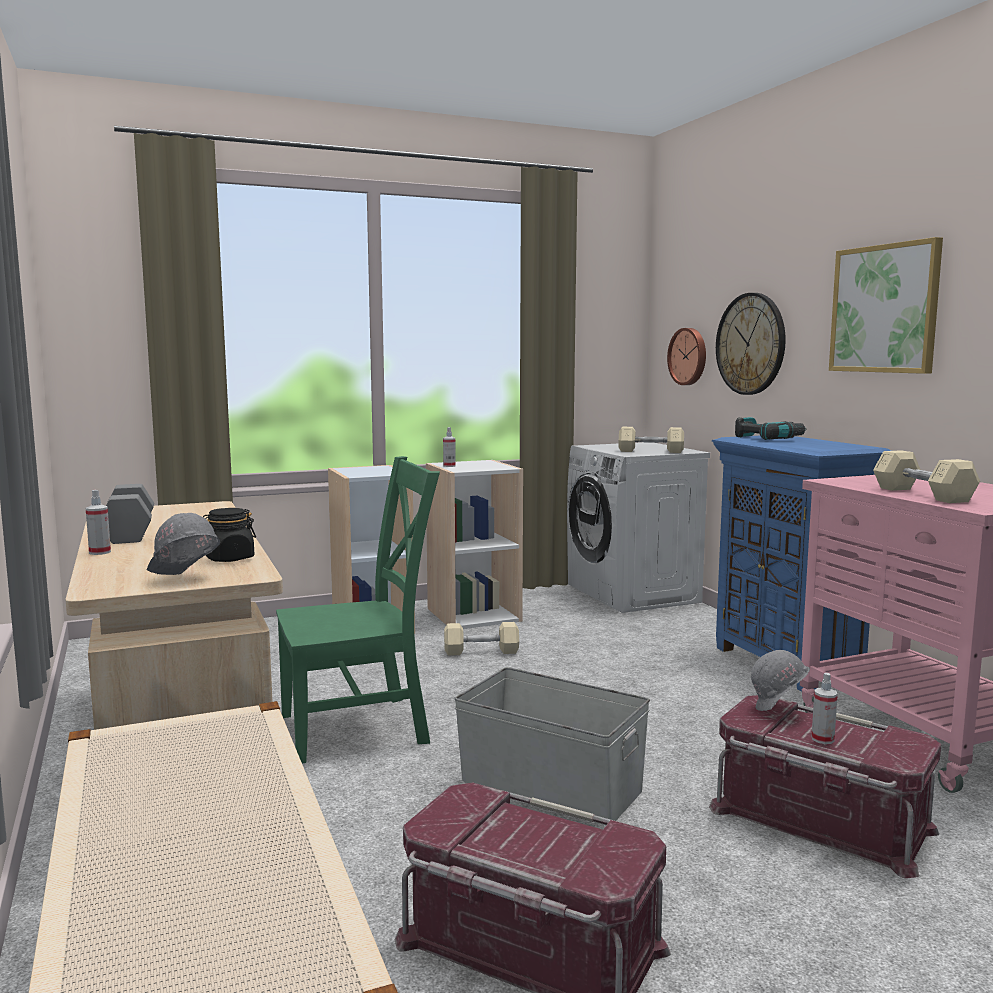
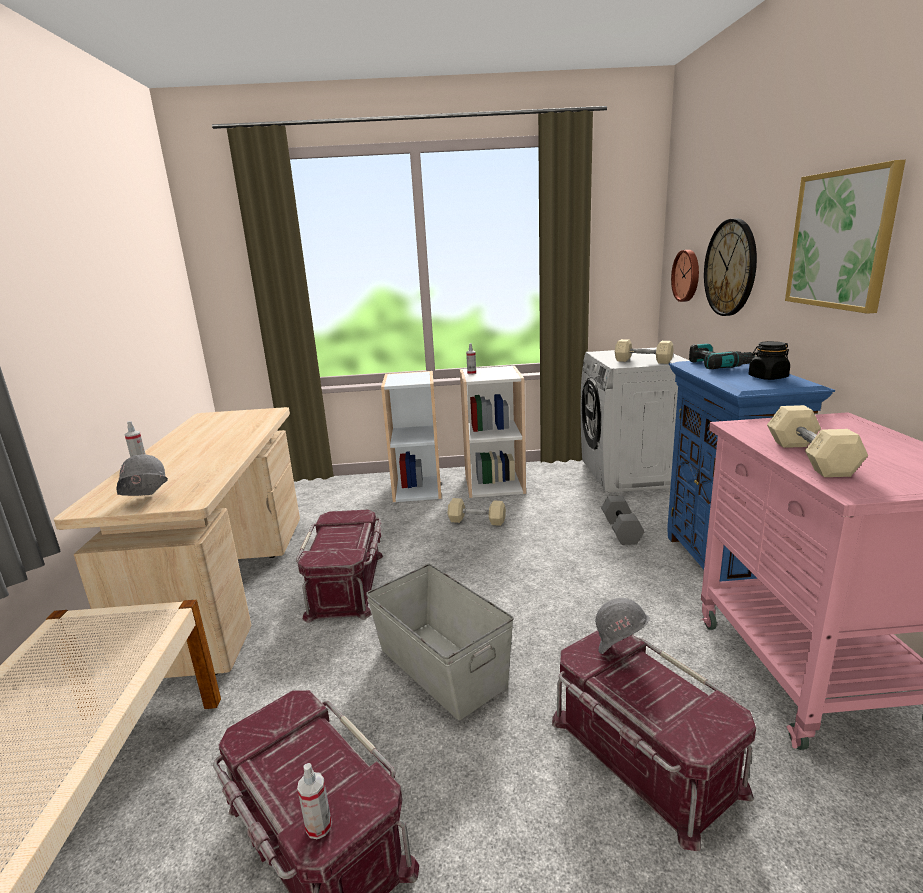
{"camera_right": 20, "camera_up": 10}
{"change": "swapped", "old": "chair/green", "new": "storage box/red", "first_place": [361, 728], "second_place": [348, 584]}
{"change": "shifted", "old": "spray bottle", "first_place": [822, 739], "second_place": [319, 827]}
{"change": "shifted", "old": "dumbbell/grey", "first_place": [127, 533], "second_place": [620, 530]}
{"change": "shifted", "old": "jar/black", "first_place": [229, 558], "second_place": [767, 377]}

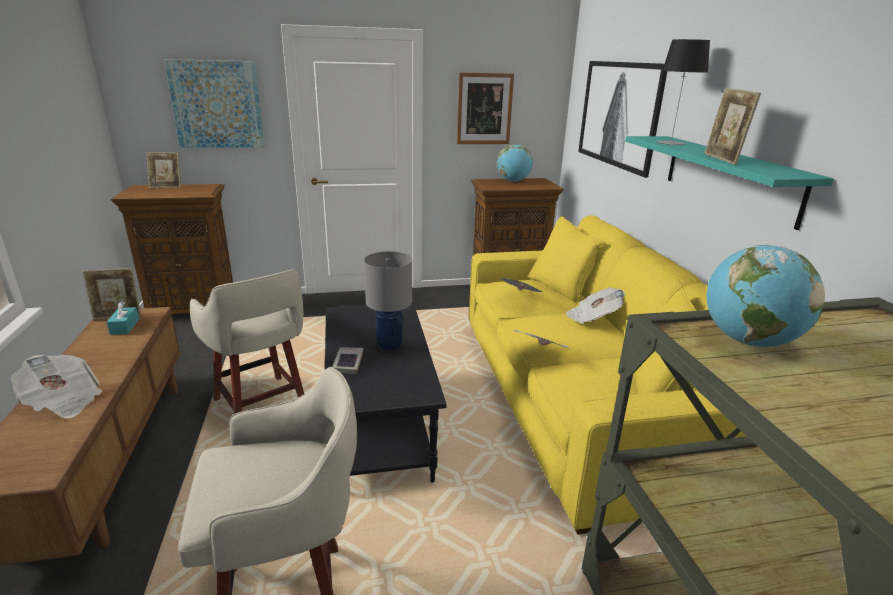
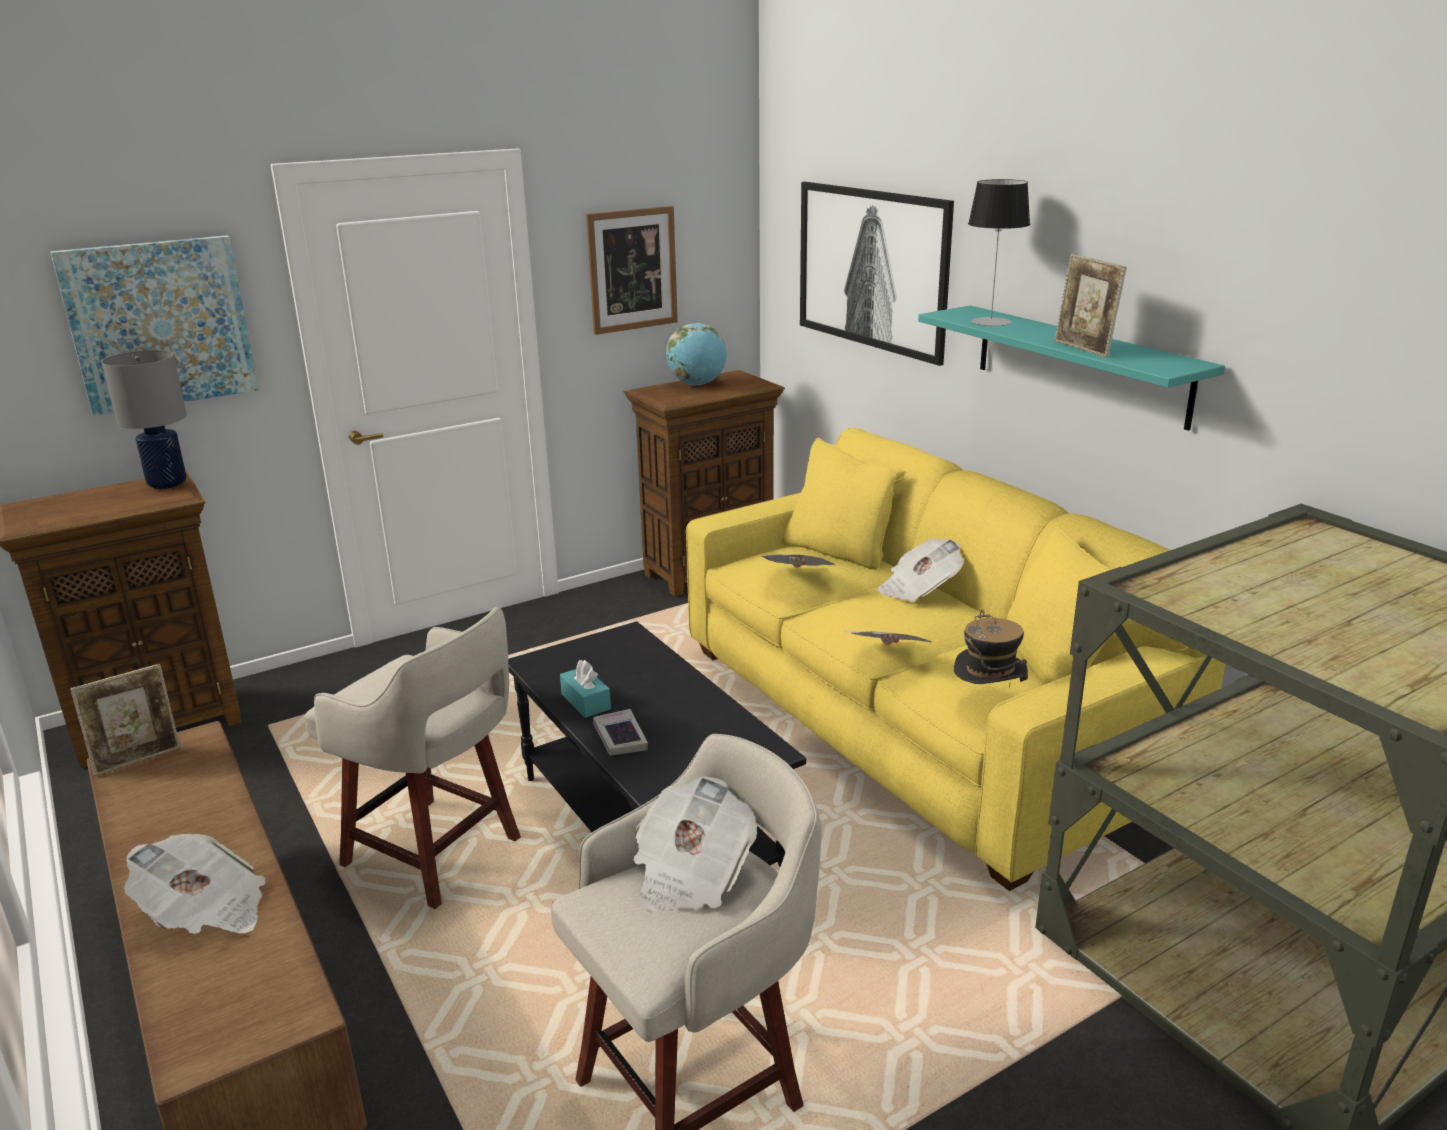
{"camera_right": -20, "camera_up": 0}
{"change": "shifted", "old": "table lamp/grey", "first_place": [390, 346], "second_place": [168, 485]}
{"change": "shifted", "old": "tissue box/turquoise", "first_place": [125, 326], "second_place": [586, 701]}
{"change": "new", "new": "newspaper", "second_place": [690, 874]}
{"change": "new", "new": "hat", "second_place": [987, 701]}
{"change": "gone", "old": "picture frame", "first_place": [167, 186]}
{"change": "gone", "old": "globe", "first_place": [748, 341]}

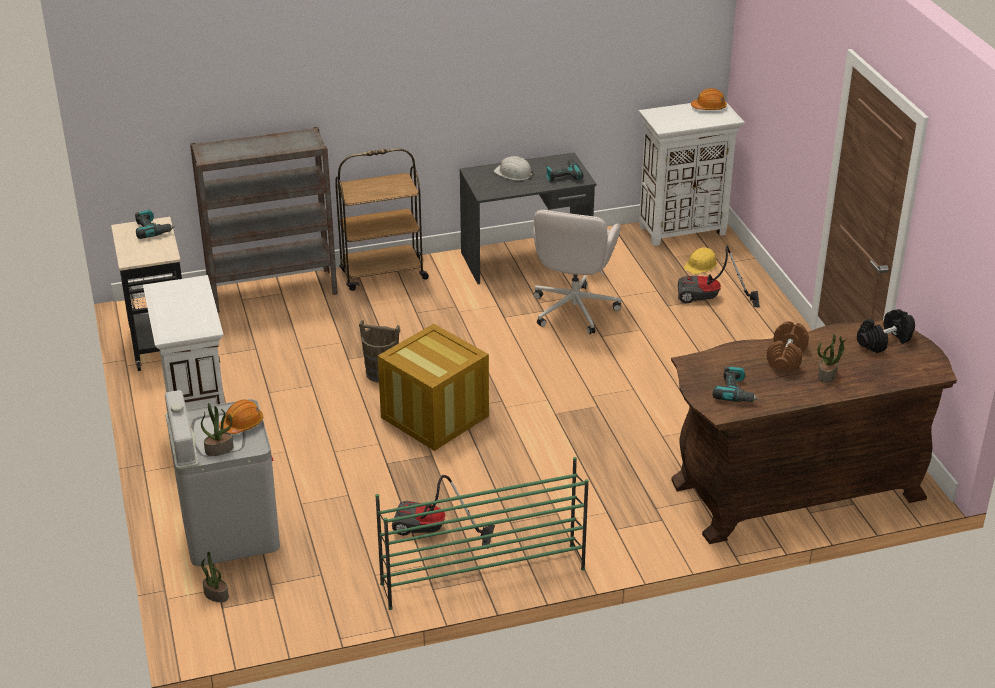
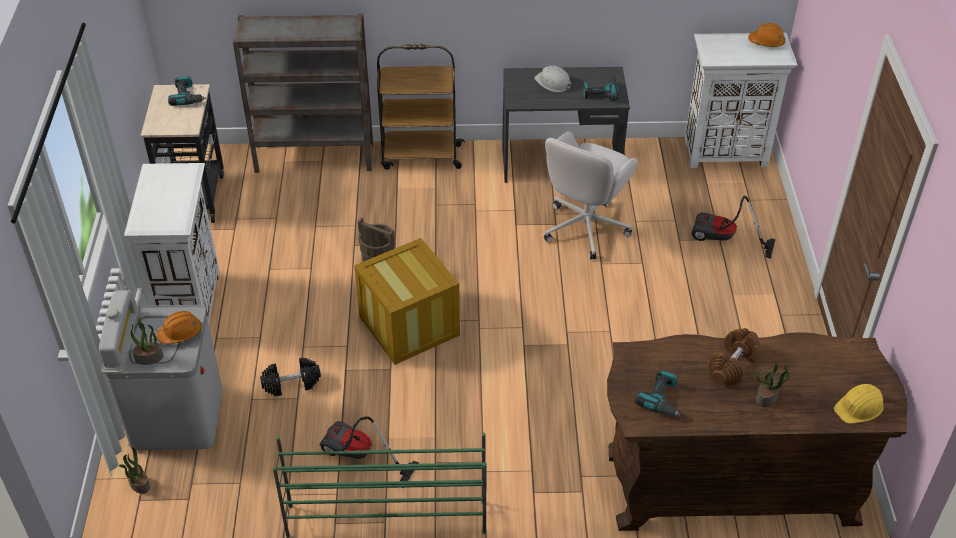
{"camera_right": 15, "camera_up": 10}
{"change": "shifted", "old": "dumbbell/black", "first_place": [884, 341], "second_place": [291, 383]}
{"change": "shifted", "old": "hard hat/yellow", "first_place": [701, 265], "second_place": [859, 407]}

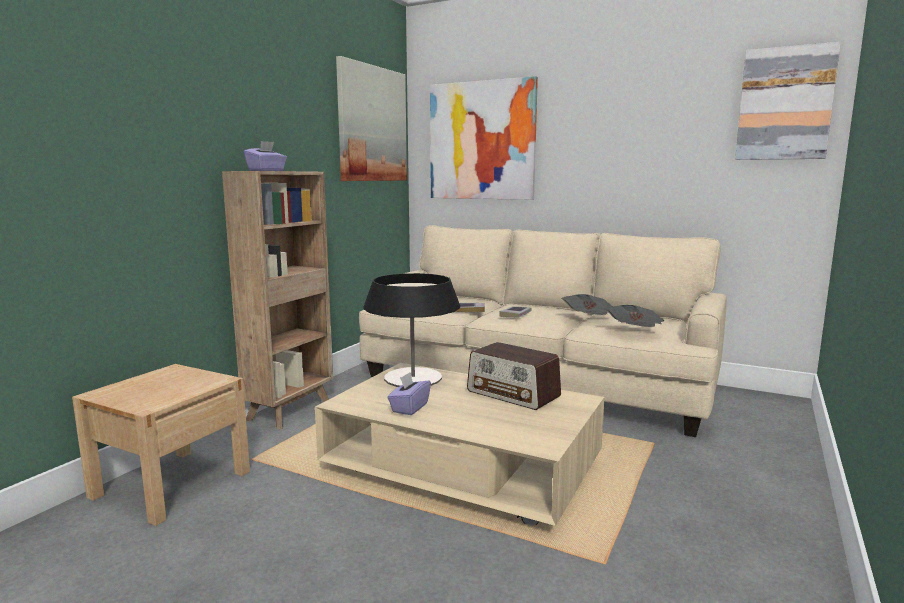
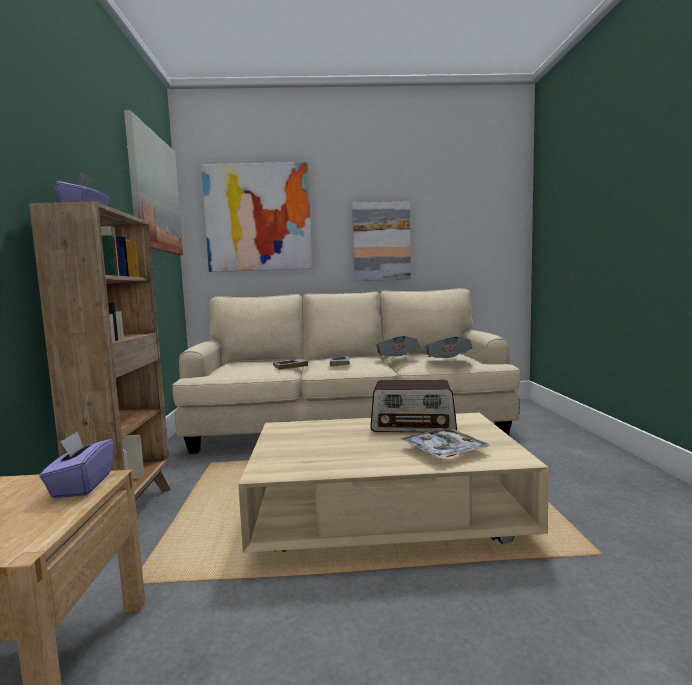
{"camera_right": -30, "camera_up": -5}
{"change": "shifted", "old": "tissue box/purple", "first_place": [409, 408], "second_place": [81, 485]}
{"change": "shifted", "old": "picture", "first_place": [785, 104], "second_place": [381, 242]}
{"change": "new", "new": "tray", "second_place": [444, 451]}
{"change": "gone", "old": "table lamp", "first_place": [413, 378]}

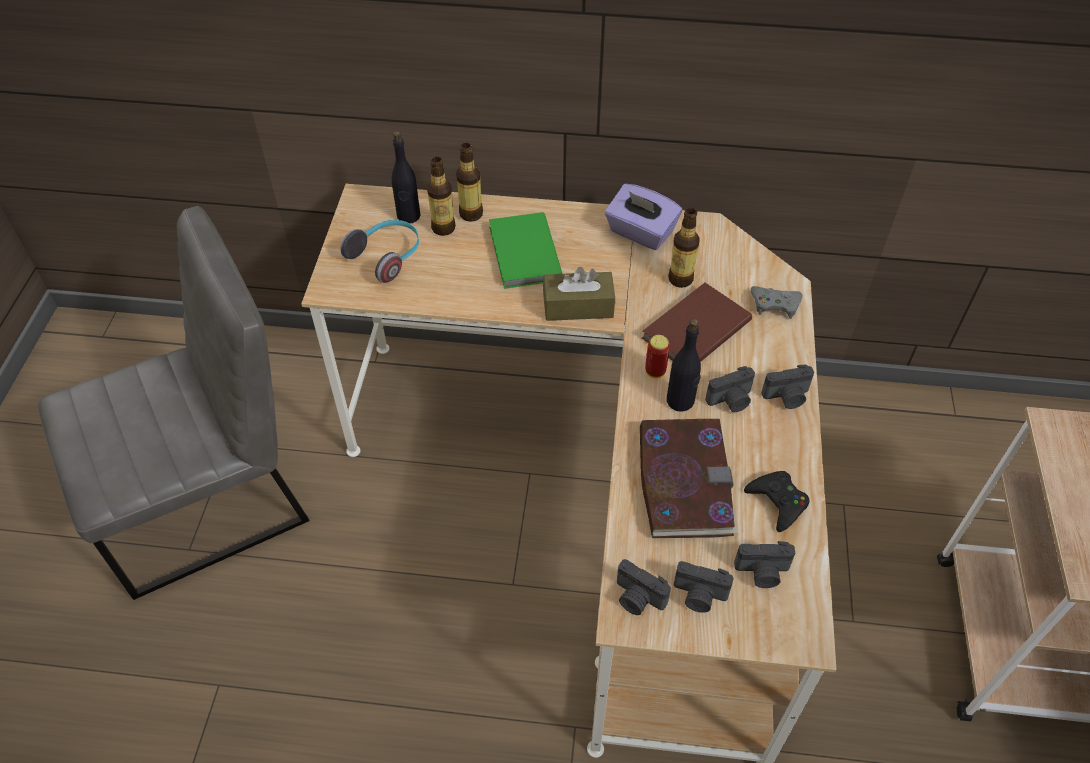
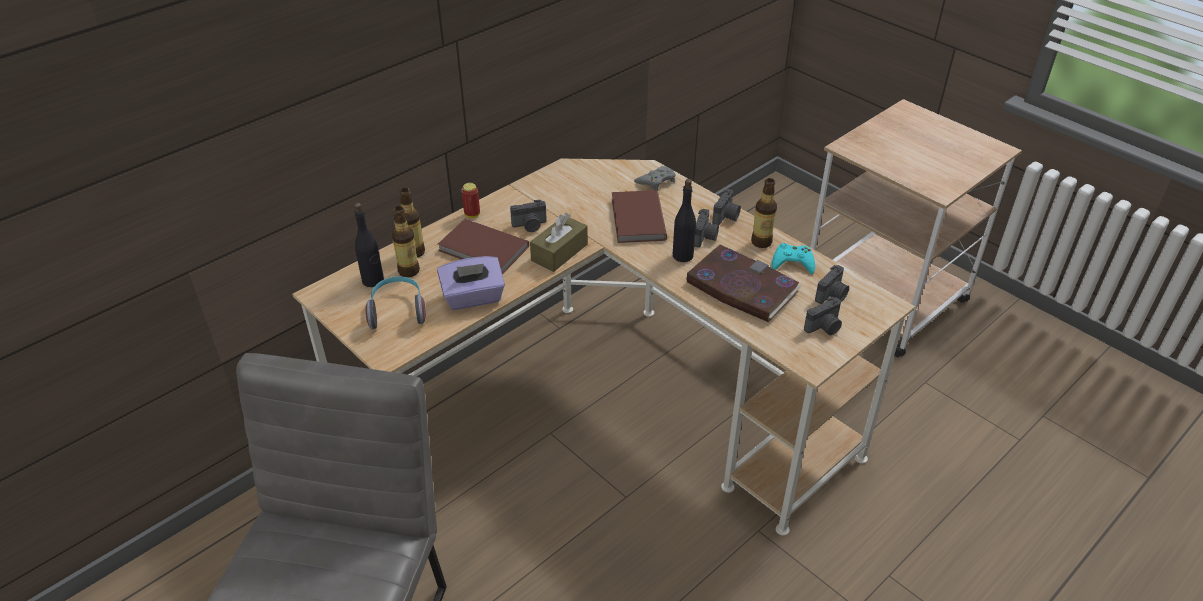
{"camera_right": -50, "camera_up": -10}
{"change": "shifted", "old": "tissue box/purple", "first_place": [640, 233], "second_place": [473, 298]}
{"change": "repainted", "old": "book/green", "new": "book/brown", "first_place": [522, 254], "second_place": [483, 250]}
{"change": "shifted", "old": "can", "first_place": [655, 371], "second_place": [472, 214]}
{"change": "shifted", "old": "photo camera", "first_place": [637, 598], "second_place": [530, 226]}
{"change": "shifted", "old": "bottle", "first_place": [680, 279], "second_place": [761, 242]}
{"change": "repainted", "old": "game controller/black", "new": "game controller/turquoise", "first_place": [777, 502], "second_place": [793, 262]}

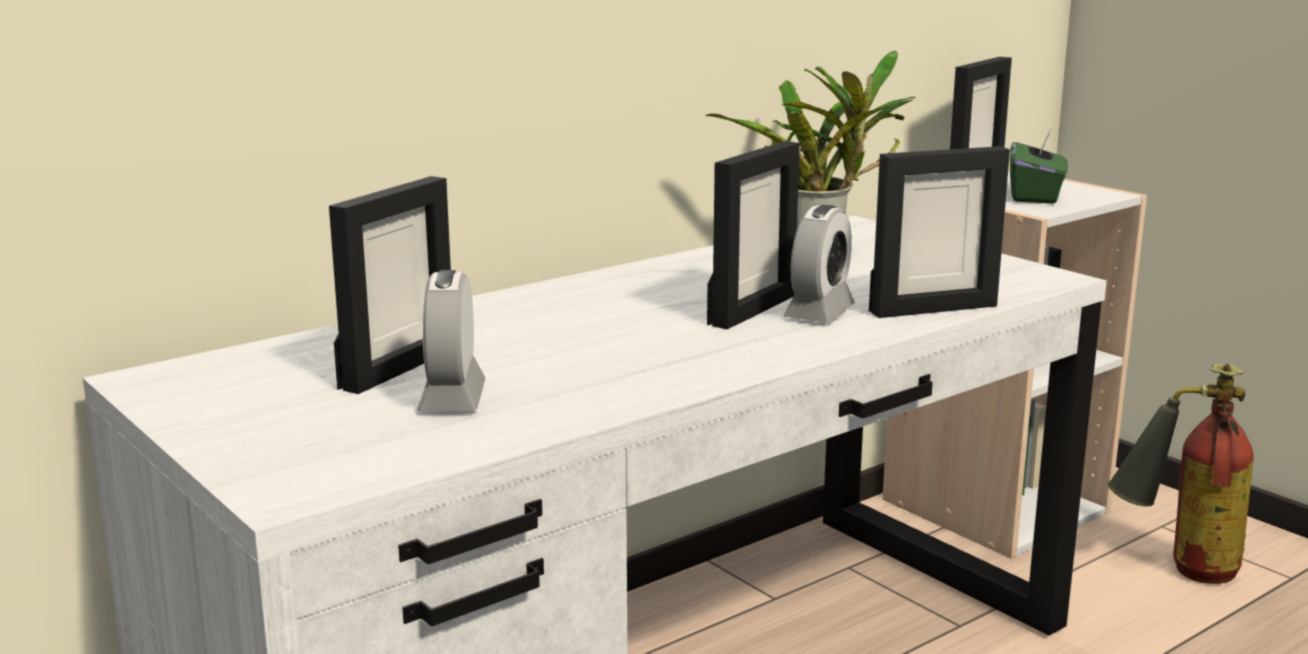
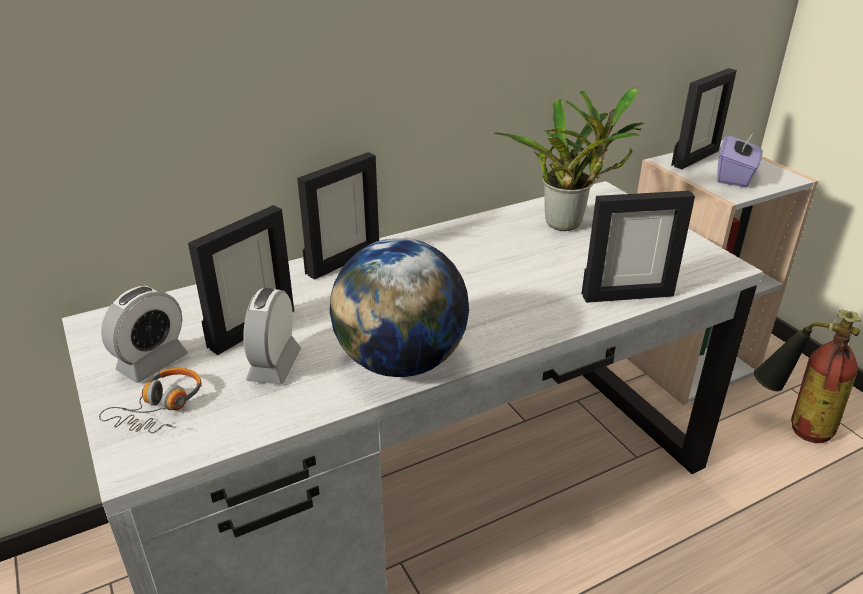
{"camera_right": 10, "camera_up": 15}
{"change": "new", "new": "headphones", "second_place": [161, 408]}
{"change": "shifted", "old": "alarm clock", "first_place": [819, 312], "second_place": [152, 363]}
{"change": "shifted", "old": "picture frame", "first_place": [752, 310], "second_place": [343, 261]}
{"change": "new", "new": "globe", "second_place": [401, 362]}
{"change": "repainted", "old": "tissue box/green", "new": "tissue box/purple", "first_place": [1035, 196], "second_place": [735, 177]}

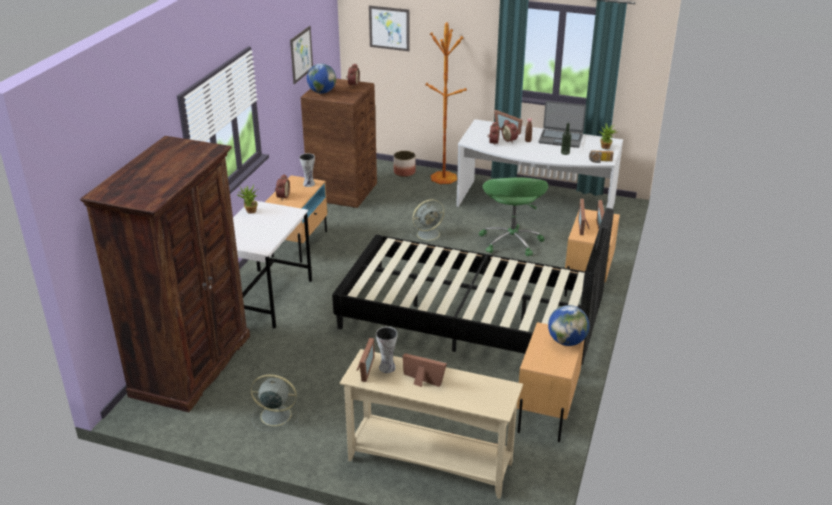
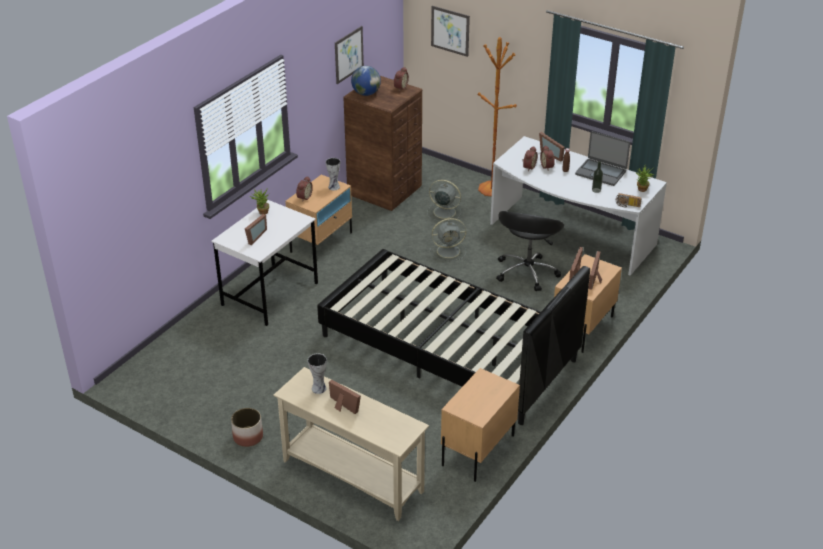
{"camera_right": 15, "camera_up": 5}
{"change": "shifted", "old": "planter", "first_place": [404, 172], "second_place": [248, 437]}
{"change": "shifted", "old": "picture frame", "first_place": [363, 369], "second_place": [254, 236]}
{"change": "shifted", "old": "fan/grey", "first_place": [274, 415], "second_place": [443, 212]}
{"change": "repainted", "old": "office chair/green", "new": "office chair/black", "first_place": [511, 243], "second_place": [526, 273]}
{"change": "gone", "old": "wardrobe/brown", "first_place": [192, 365]}
{"change": "gone", "old": "globe", "first_place": [566, 341]}

